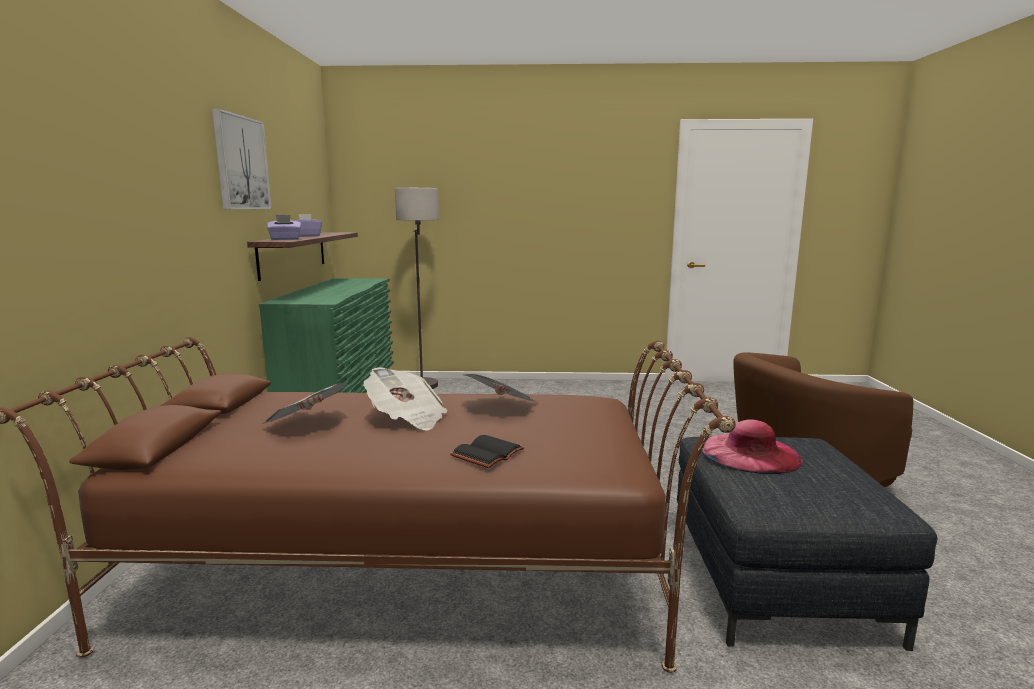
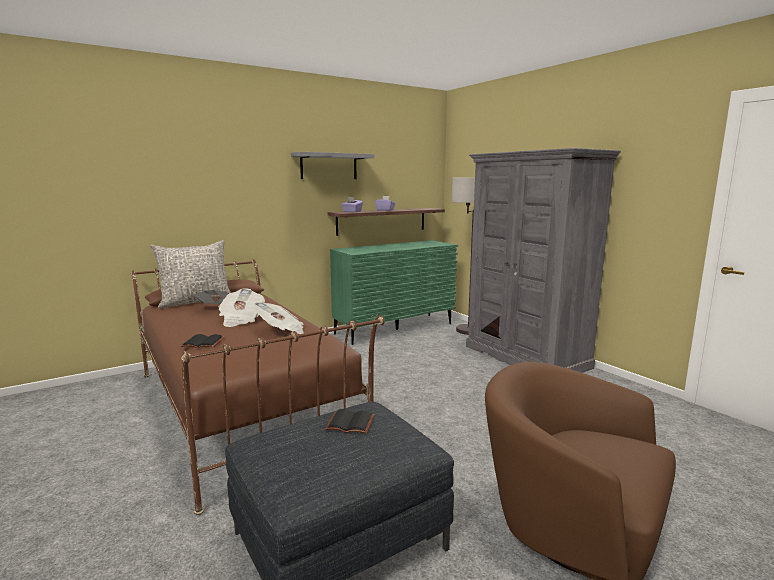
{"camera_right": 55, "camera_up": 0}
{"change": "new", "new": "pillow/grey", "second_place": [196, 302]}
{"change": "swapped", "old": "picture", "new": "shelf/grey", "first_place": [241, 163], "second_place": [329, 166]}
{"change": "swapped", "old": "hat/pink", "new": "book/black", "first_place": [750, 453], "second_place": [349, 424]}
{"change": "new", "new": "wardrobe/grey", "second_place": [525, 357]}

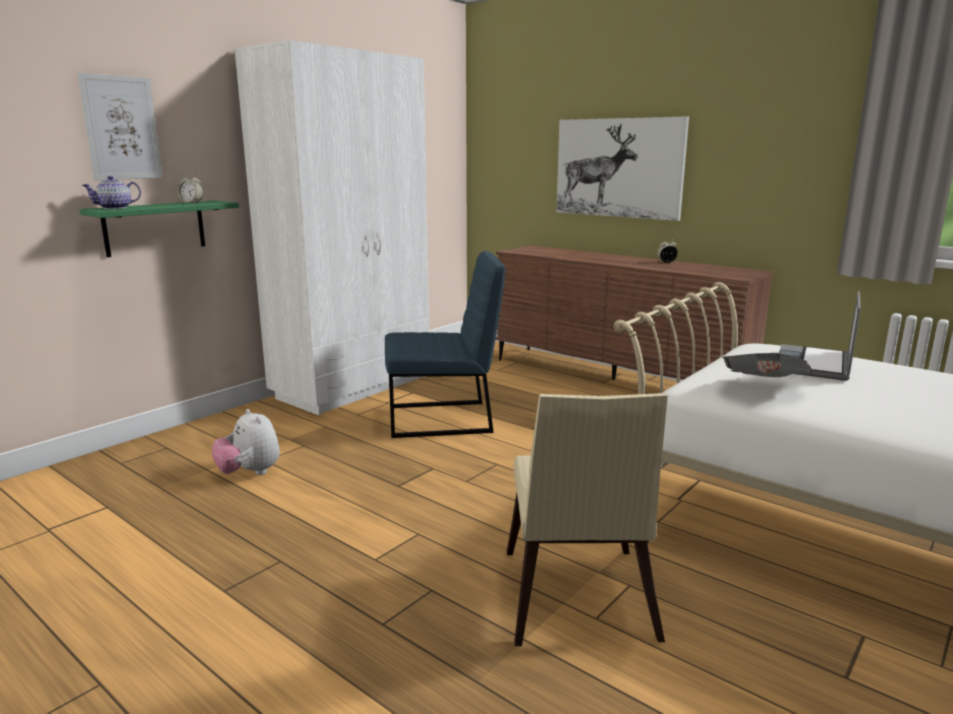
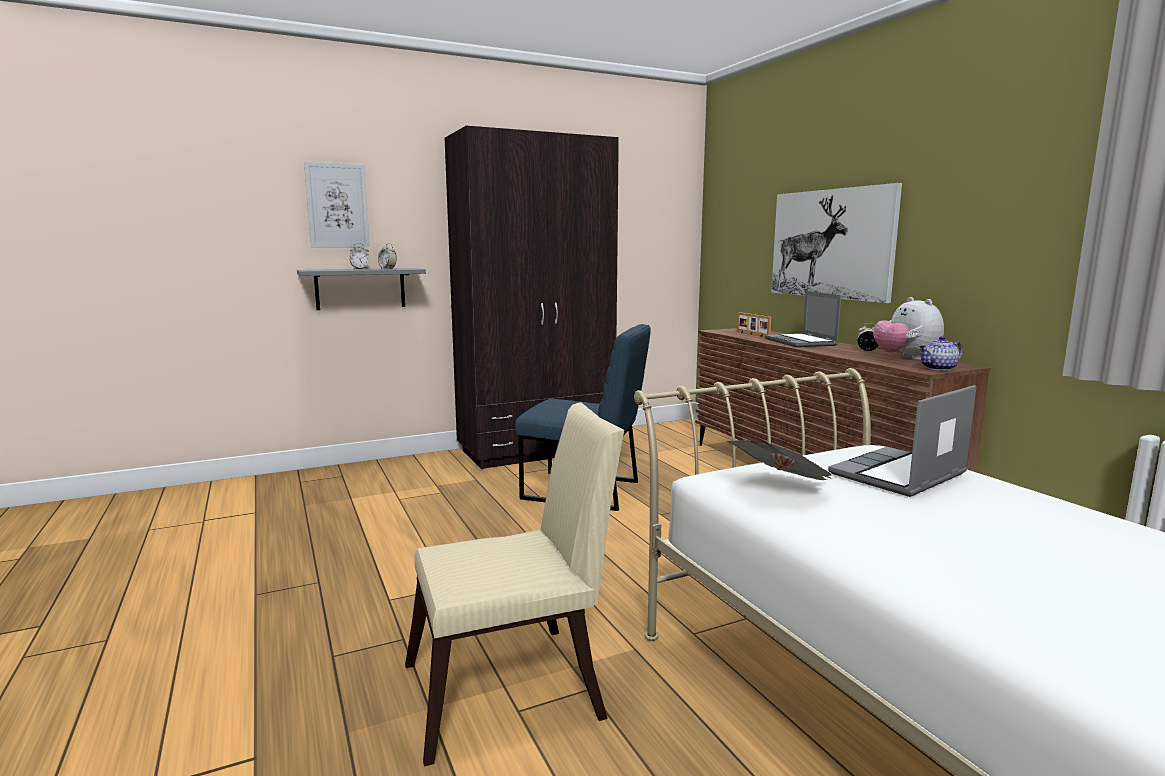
{"camera_right": 25, "camera_up": -5}
{"change": "repainted", "old": "shelf/green", "new": "shelf/grey", "first_place": [155, 228], "second_place": [360, 288]}
{"change": "new", "new": "alarm clock", "second_place": [360, 269]}
{"change": "rotated", "old": "chair/beige", "first_place": [576, 602], "second_place": [516, 689], "degrees": -135}
{"change": "repainted", "old": "wardrobe/white", "new": "wardrobe/brown", "first_place": [353, 387], "second_place": [536, 450]}
{"change": "new", "new": "picture frame", "second_place": [752, 335]}
{"change": "new", "new": "laptop", "second_place": [801, 342]}
{"change": "shifted", "old": "plush toy", "first_place": [250, 473], "second_place": [905, 358]}
{"change": "shifted", "old": "teapot", "first_place": [115, 208], "second_place": [939, 368]}

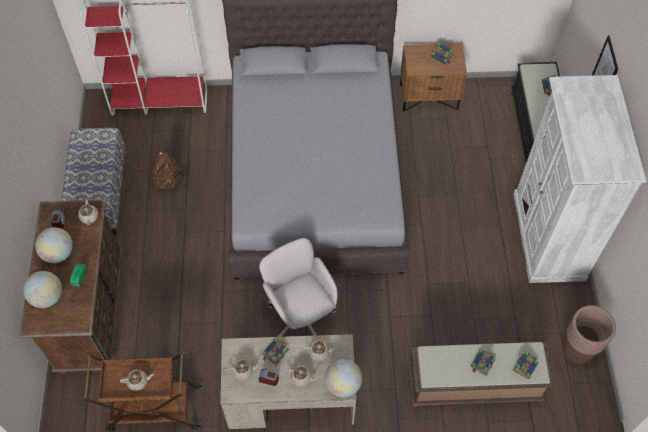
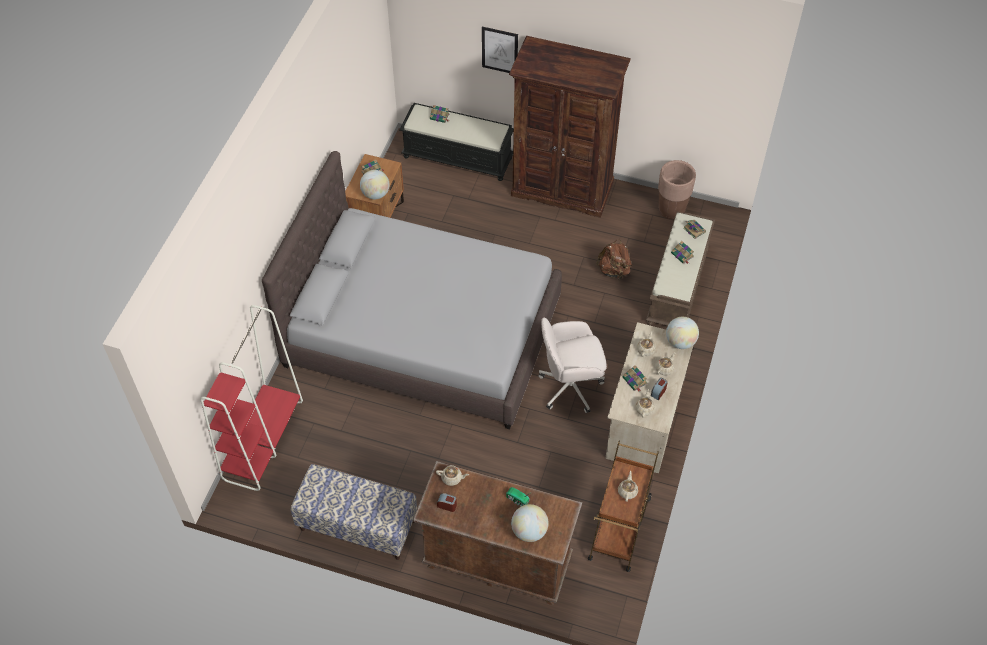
{"camera_right": -70, "camera_up": -5}
{"change": "shifted", "old": "globe", "first_place": [58, 253], "second_place": [375, 194]}
{"change": "repainted", "old": "wardrobe/white", "new": "wardrobe/brown", "first_place": [548, 236], "second_place": [562, 189]}
{"change": "shifted", "old": "backpack/brown", "first_place": [169, 180], "second_place": [614, 271]}

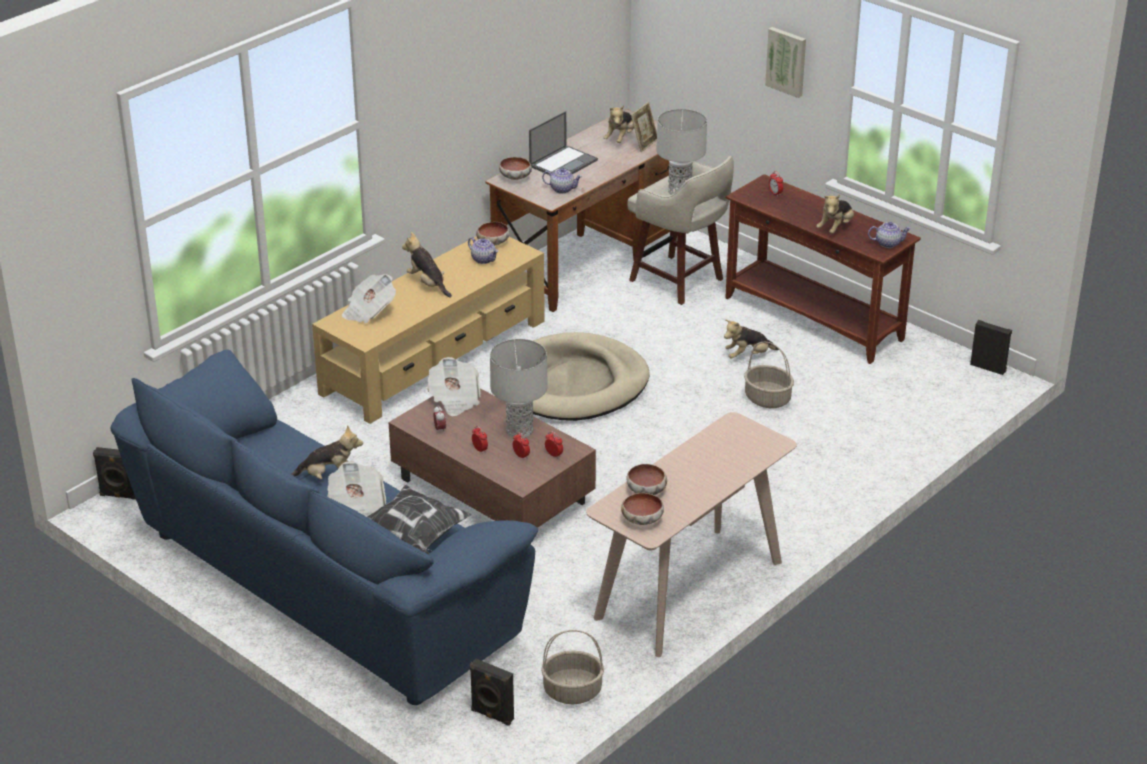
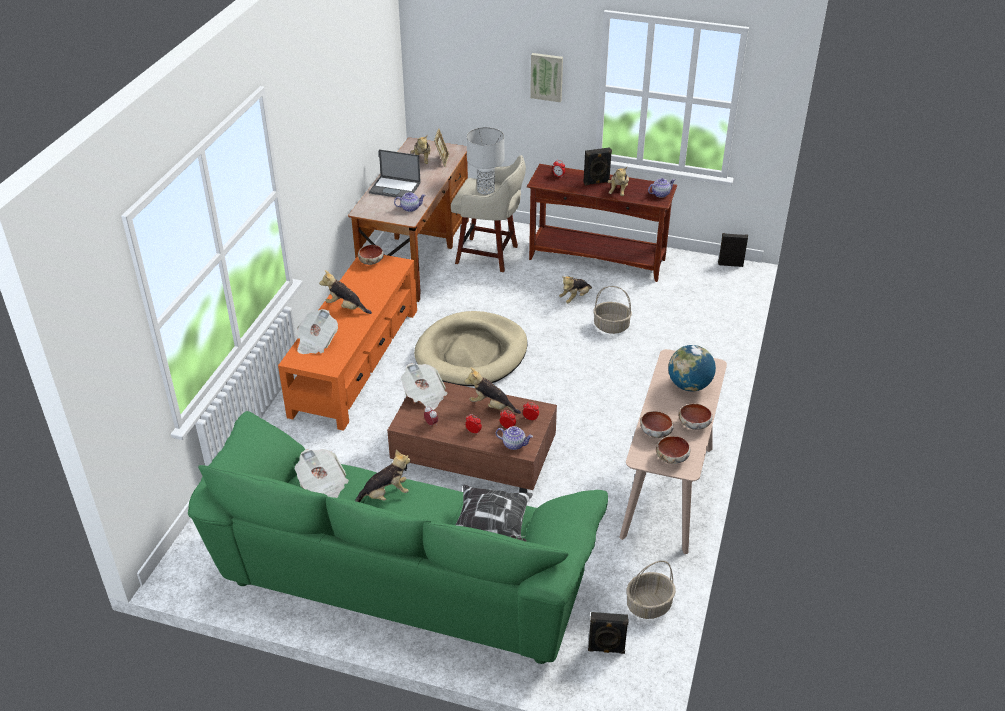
{"camera_right": -25, "camera_up": 5}
{"change": "repainted", "old": "sofa/blue", "new": "sofa/green", "first_place": [325, 586], "second_place": [402, 582]}
{"change": "repainted", "old": "tv stand/beige", "new": "tv stand/orange", "first_place": [434, 357], "second_place": [356, 361]}
{"change": "shifted", "old": "newspaper", "first_place": [358, 508], "second_place": [323, 484]}
{"change": "rotated", "old": "laptop", "first_place": [563, 163], "second_place": [395, 188], "degrees": 90}
{"change": "swapped", "old": "table lamp/white", "new": "plush toy", "first_place": [520, 430], "second_place": [491, 406]}
{"change": "shifted", "old": "teapot", "first_place": [484, 259], "second_place": [514, 444]}
{"change": "shifted", "old": "speaker/black", "first_place": [119, 495], "second_place": [596, 182]}
{"change": "new", "new": "globe", "second_place": [689, 385]}
{"change": "shifted", "old": "bowl", "first_place": [516, 177], "second_place": [694, 424]}

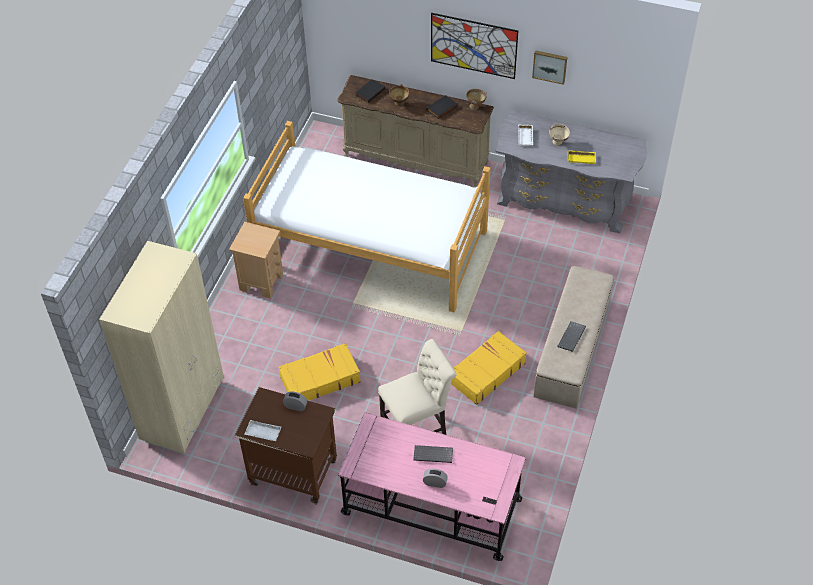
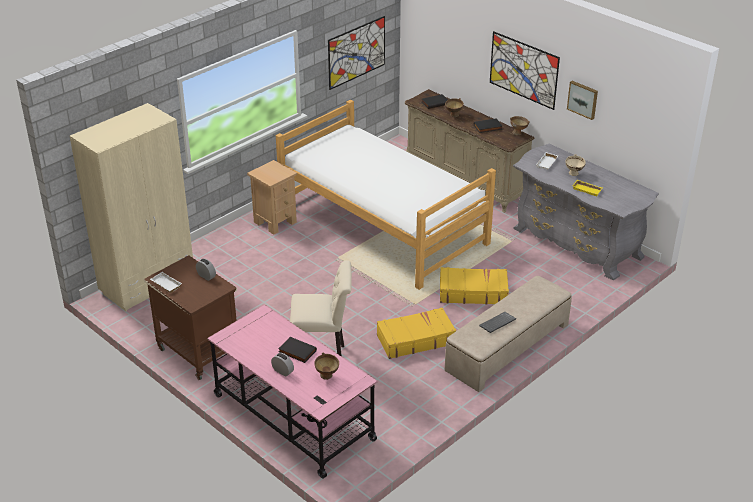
{"camera_right": 25, "camera_up": -15}
{"change": "swapped", "old": "keyboard", "new": "book/black", "first_place": [432, 455], "second_place": [296, 352]}
{"change": "new", "new": "bowl/brown", "second_place": [327, 377]}
{"change": "new", "new": "picture", "second_place": [356, 52]}
{"change": "shifted", "old": "suitcase/yellow", "first_place": [320, 379], "second_place": [473, 292]}

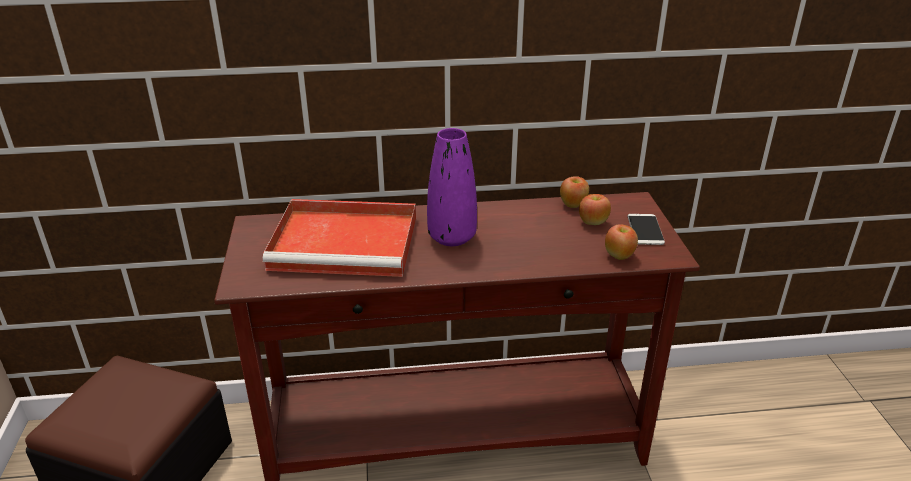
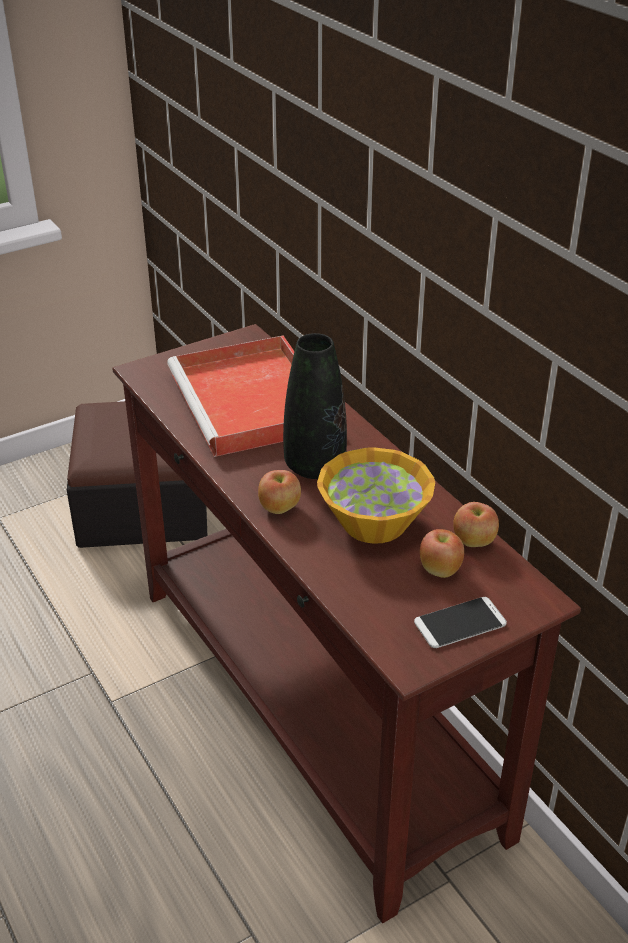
{"camera_right": 65, "camera_up": 5}
{"change": "shifted", "old": "apple", "first_place": [619, 255], "second_place": [280, 508]}
{"change": "repainted", "old": "vase/purple", "new": "vase/black", "first_place": [452, 237], "second_place": [315, 466]}
{"change": "new", "new": "bowl", "second_place": [374, 522]}

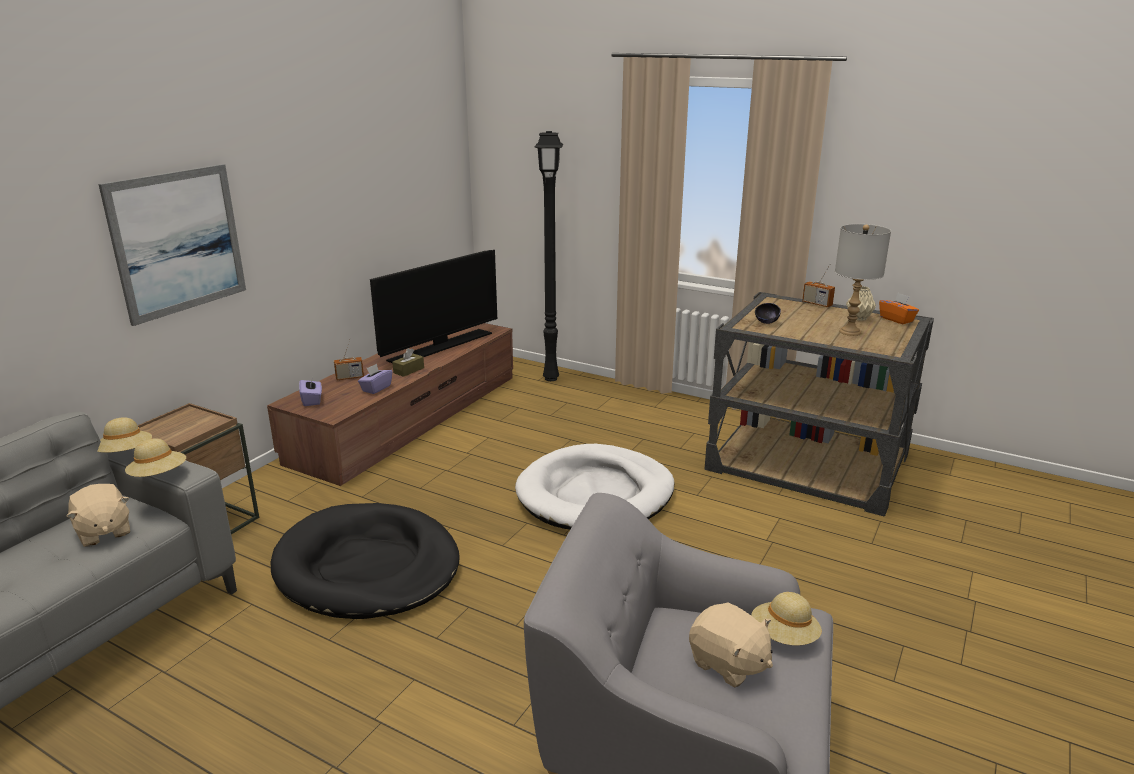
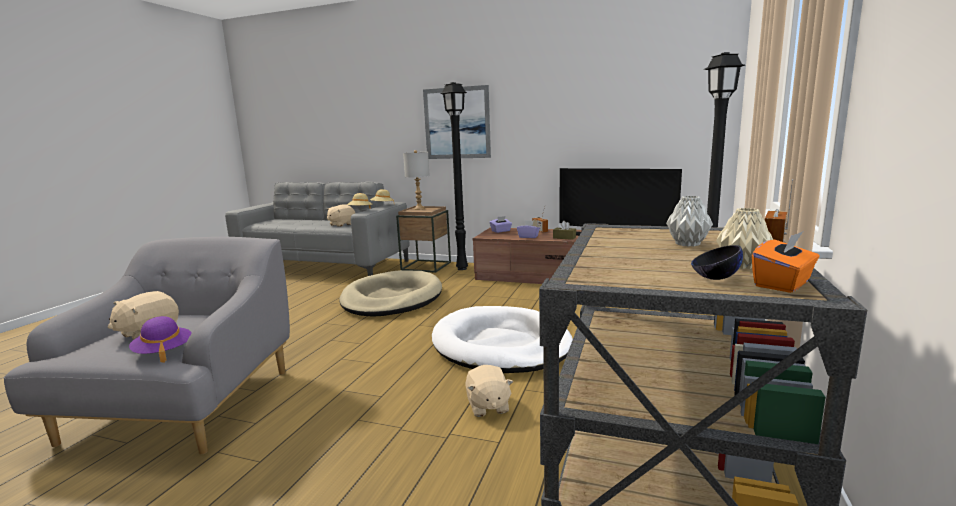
{"camera_right": 80, "camera_up": -10}
{"change": "repainted", "old": "hat/beige", "new": "hat/purple", "first_place": [784, 636], "second_place": [163, 352]}
{"change": "repainted", "old": "dog bed/black", "new": "dog bed/beige", "first_place": [367, 567], "second_place": [392, 298]}
{"change": "shifted", "old": "table lamp/grey", "first_place": [850, 332], "second_place": [419, 209]}
{"change": "new", "new": "floor lamp/black", "second_place": [463, 268]}
{"change": "new", "new": "plush toy/beige", "second_place": [487, 406]}
{"change": "new", "new": "vase/grey", "second_place": [687, 244]}
{"change": "shifted", "old": "bowl/black", "first_place": [766, 322], "second_place": [714, 278]}

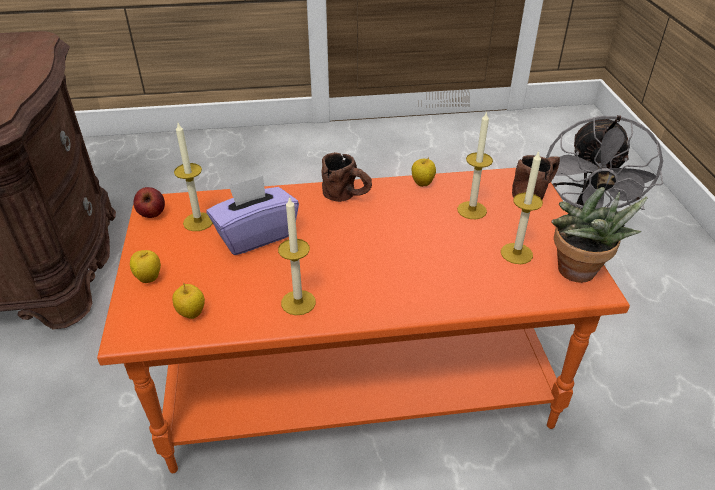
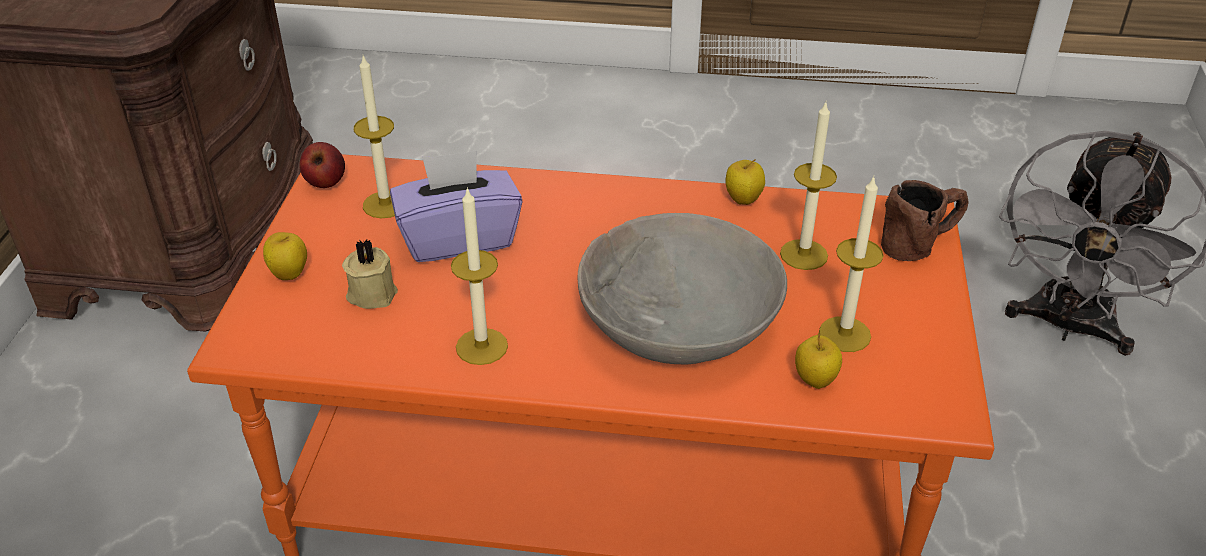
{"camera_right": 15, "camera_up": 0}
{"change": "new", "new": "candle/beige", "second_place": [372, 293]}
{"change": "new", "new": "bowl/grey", "second_place": [678, 325]}
{"change": "shifted", "old": "apple", "first_place": [191, 314], "second_place": [814, 381]}
{"change": "gone", "old": "mug/brown", "first_place": [348, 196]}
{"change": "gone", "old": "potted plant", "first_place": [578, 275]}

